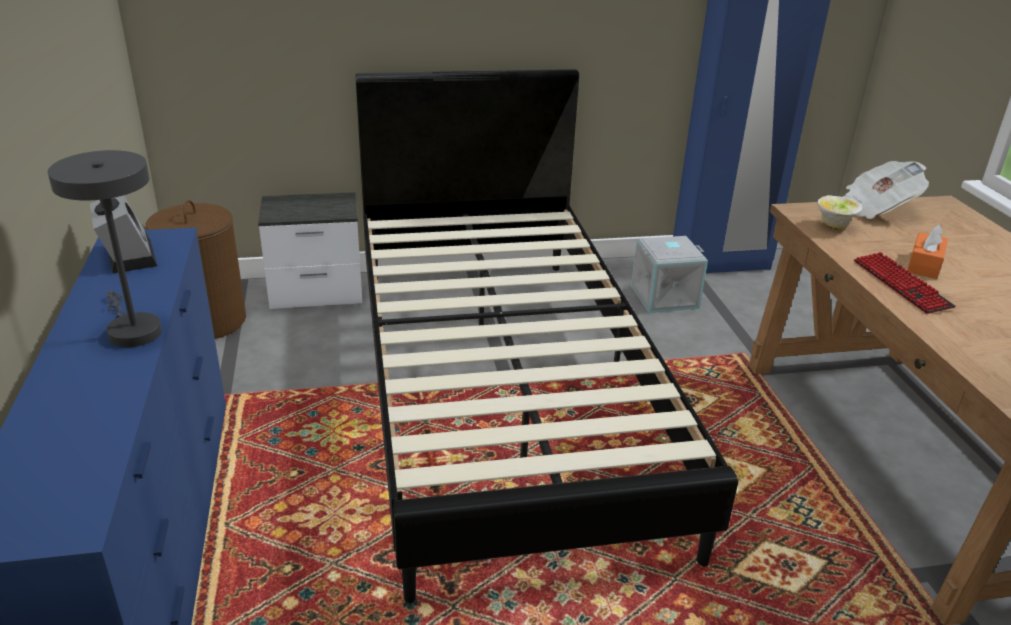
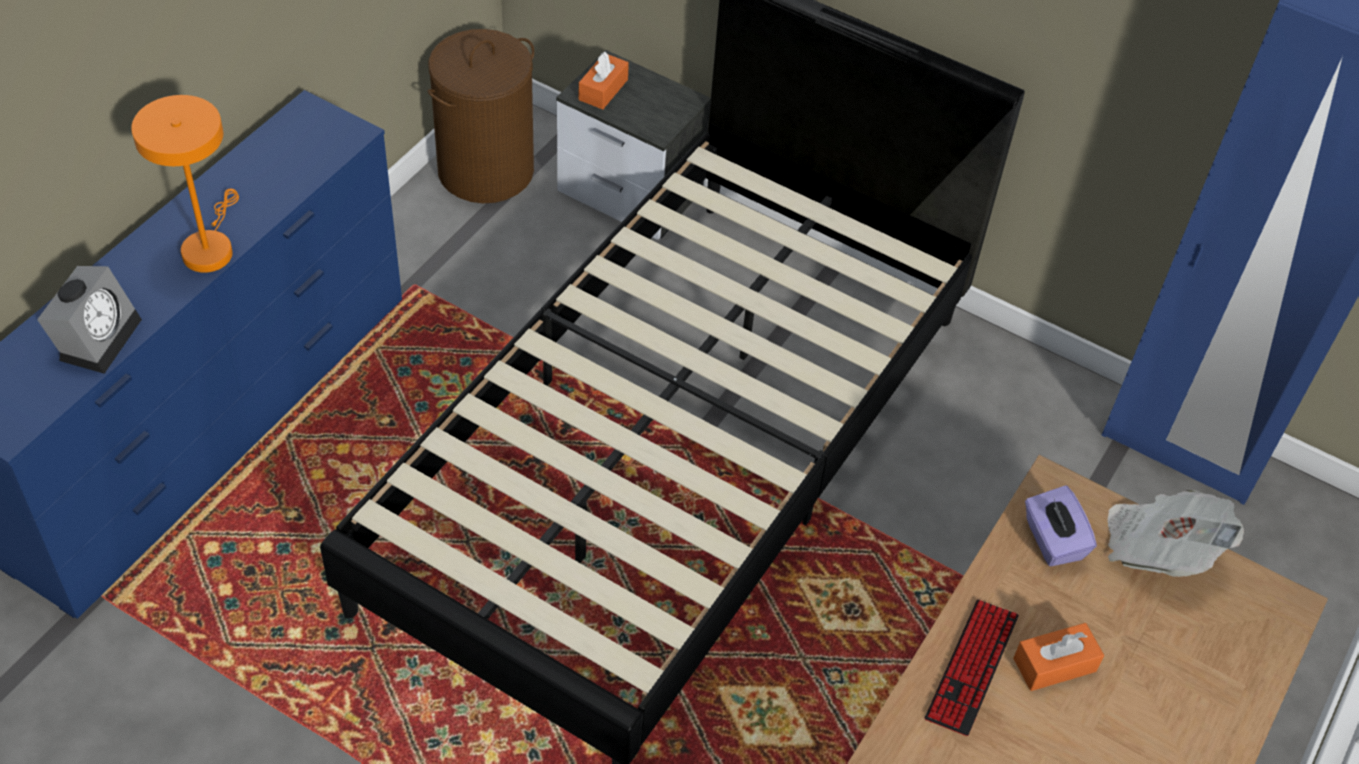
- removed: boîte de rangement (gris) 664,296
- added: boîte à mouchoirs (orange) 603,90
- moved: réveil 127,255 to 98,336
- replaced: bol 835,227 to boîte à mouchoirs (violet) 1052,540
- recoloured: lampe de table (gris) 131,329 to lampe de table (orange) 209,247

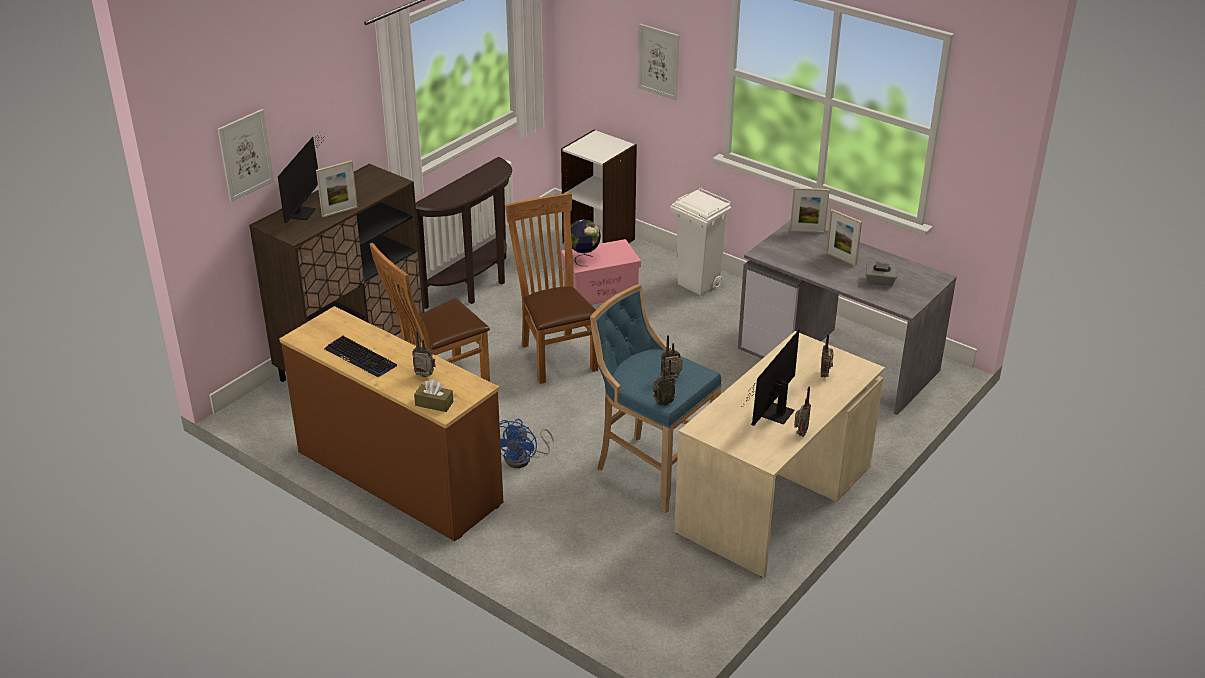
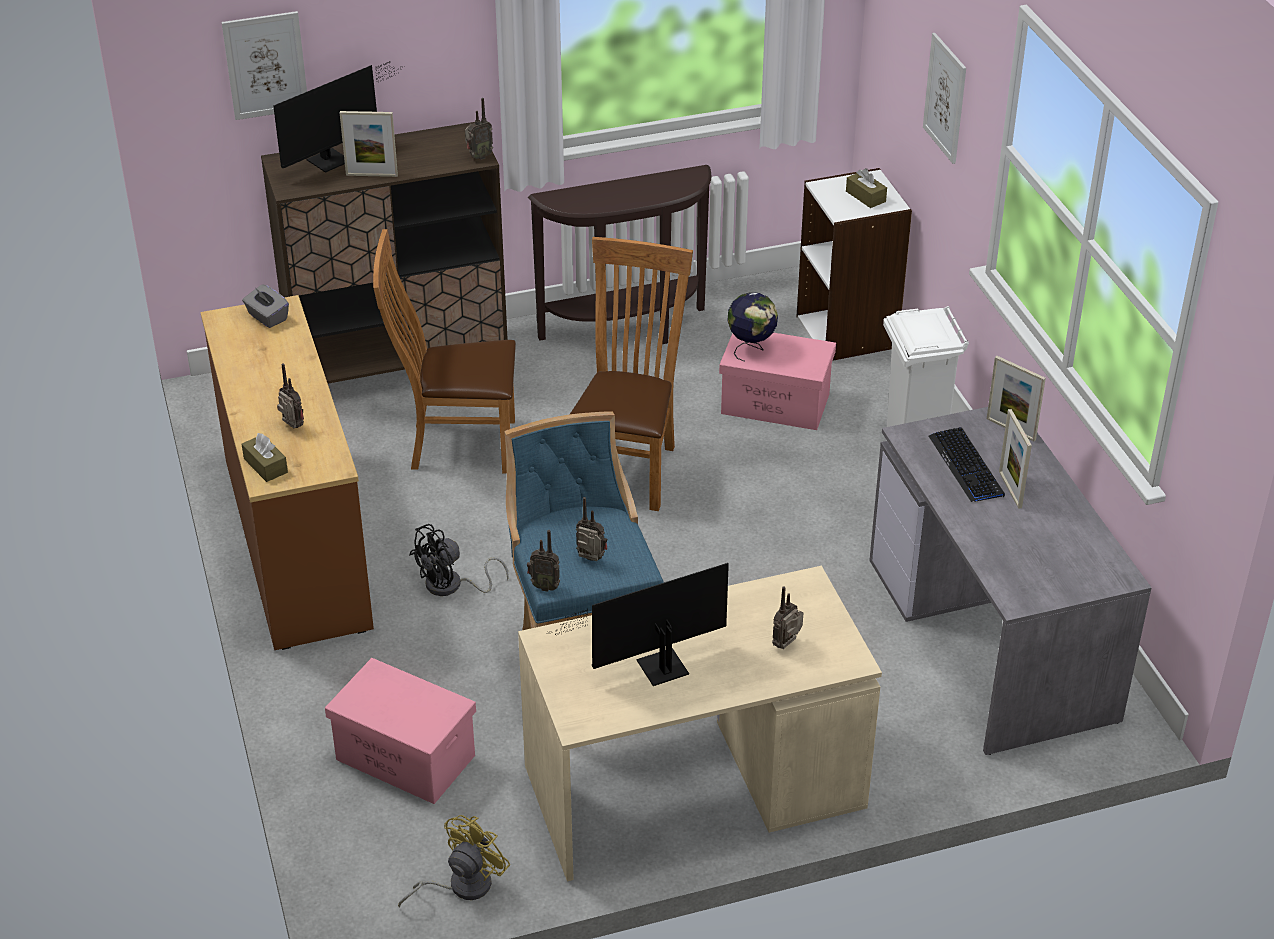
- added: boîte de rangement (rose) 404,757
- added: ventilateur (jaune) 461,886
- added: boîte à mouchoirs (marron) 865,196
- moved: clavier 360,358 to 966,466
- moved: radio 800,434 to 478,157
- moved: boîte à mouchoirs (gris) 880,281 to 267,317
- recoloured: ventilateur (bleu) 523,459 to ventilateur (noir) 451,586

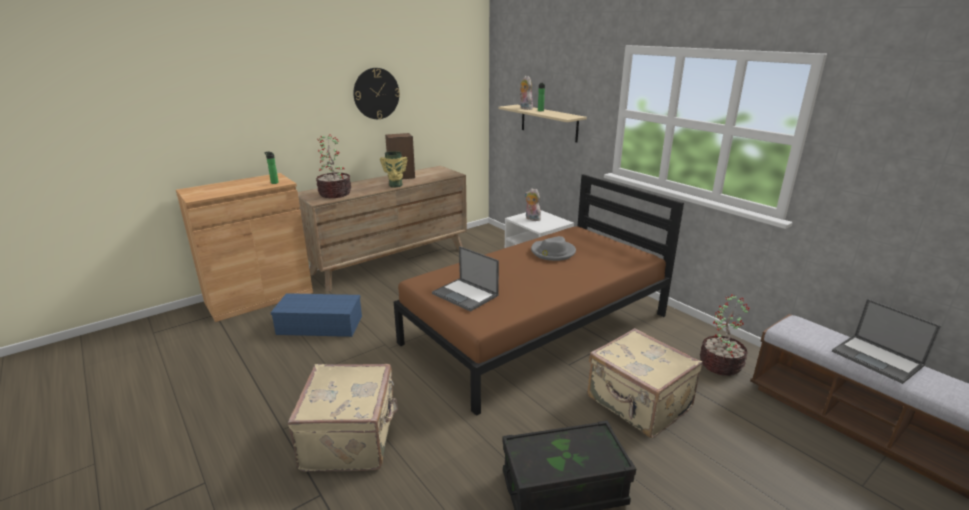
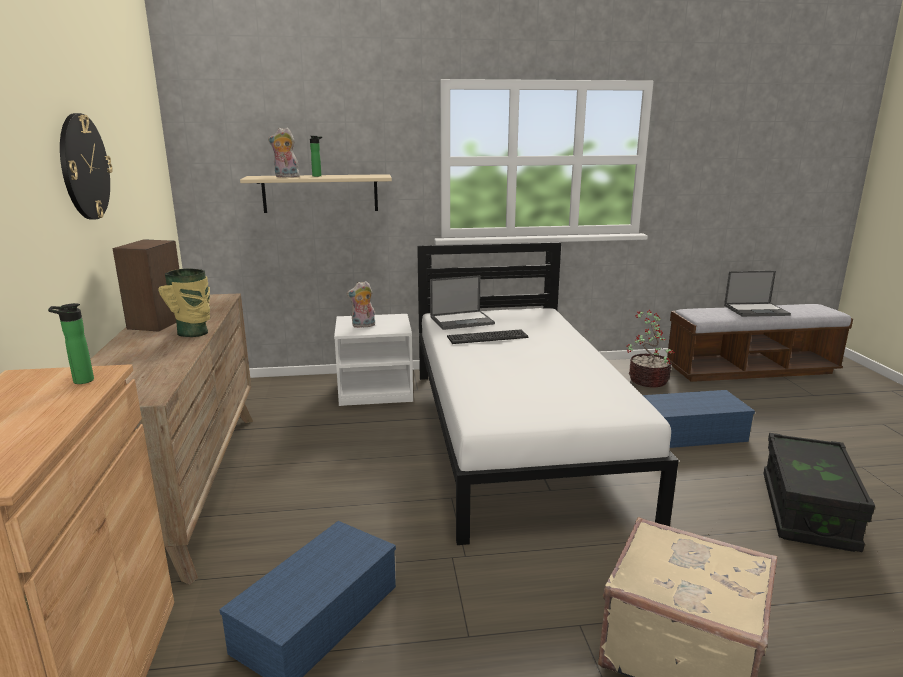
- removed: plante en pot 334,193
- moved: ordinateur portable 466,295 to 462,320
- replaced: chapeau (gris) 552,252 to clavier 488,337
- replaced: valise (beige) 638,404 to boîte de rangement (bleu) 689,432
- recoloured: lit (marron) 537,329 to lit (blanc) 517,436

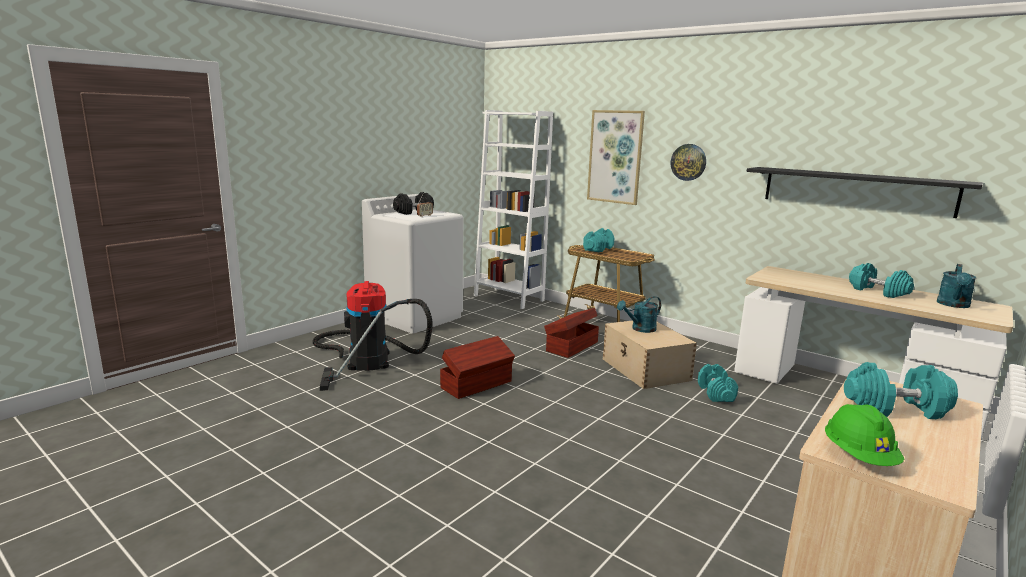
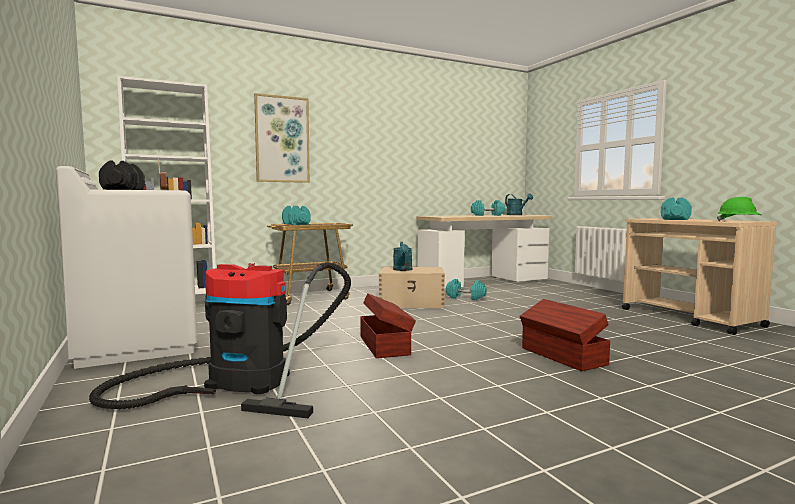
- removed: horloge murale 688,162
- removed: étagère (noir) 856,190
- moved: boîte de rangement (marron) 571,346 to 562,356

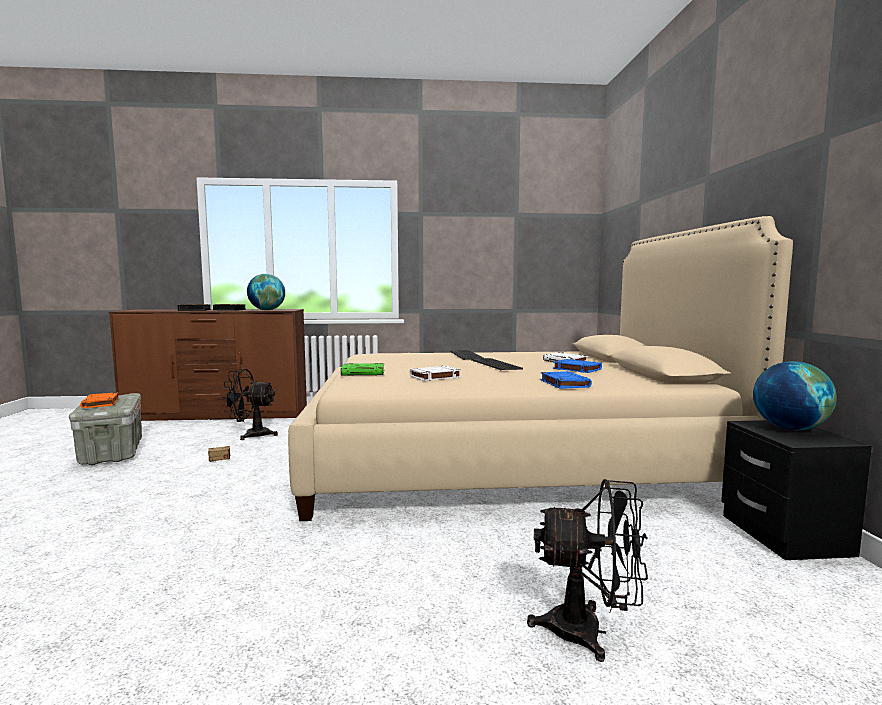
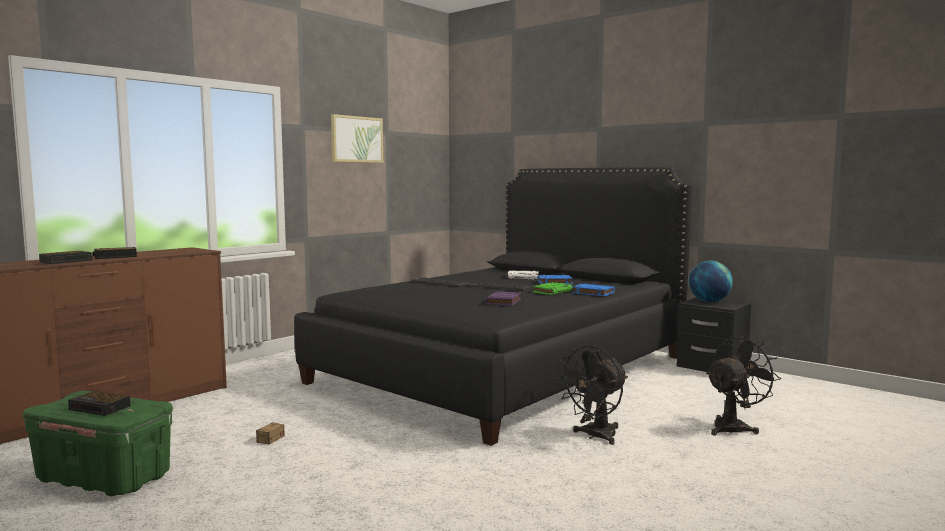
- removed: globe 267,310
- added: tableau 356,139
- moved: ventilateur (noir) 251,435 to 595,436
- moved: livre (vert) 363,373 to 552,291
- replaced: livre (orange) 100,403 to réveil 100,408
- recoloured: boîte de rangement (gris) 112,453 to boîte de rangement (vert) 105,478
- recoloured: lit (beige) 506,457 to lit (noir) 504,369
- recoloured: livre (blanc) 434,377 to livre (violet) 503,302

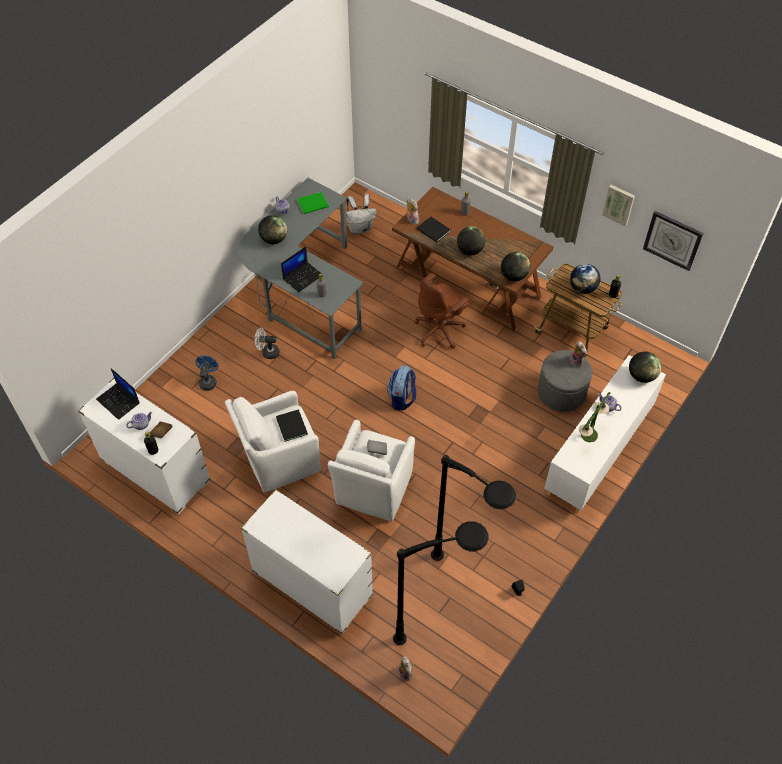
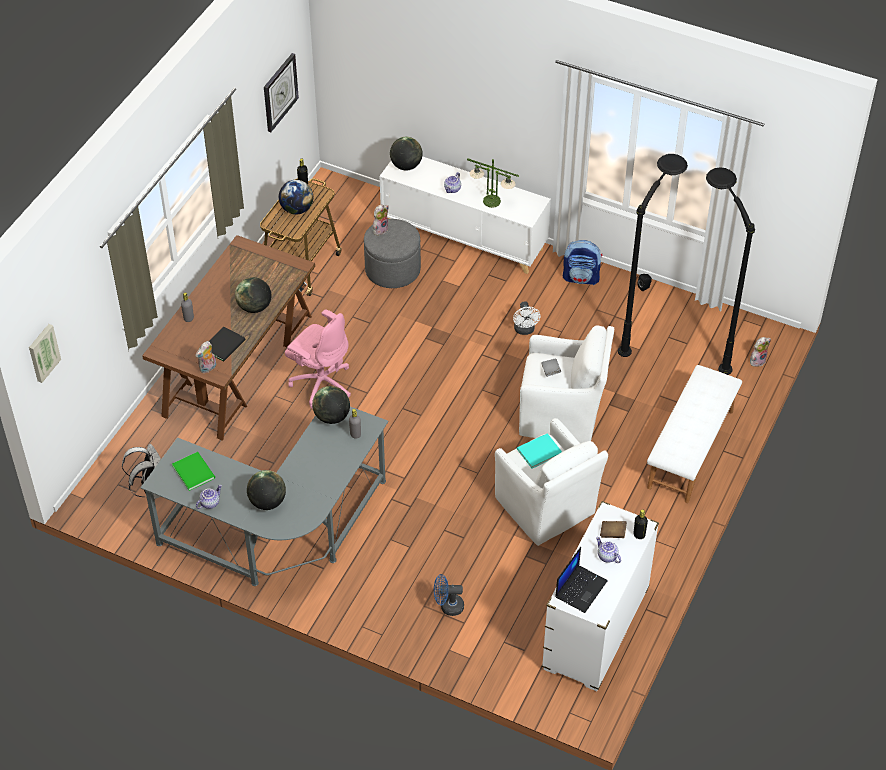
- removed: ordinateur portable 302,277
- moved: ventilateur (blanc) 267,352 to 525,330
- moved: sac à dos 402,399 to 581,278
- moved: globe 513,276 to 332,417
- moved: tableau 619,204 to 43,352
- replaced: commode (blanc) 312,584 to banc (blanc) 691,449
- recoloured: livre (noir) 292,425 to livre (turquoise) 537,451
- recoloured: chaise de bureau (marron) 440,330 to chaise de bureau (rose) 321,383

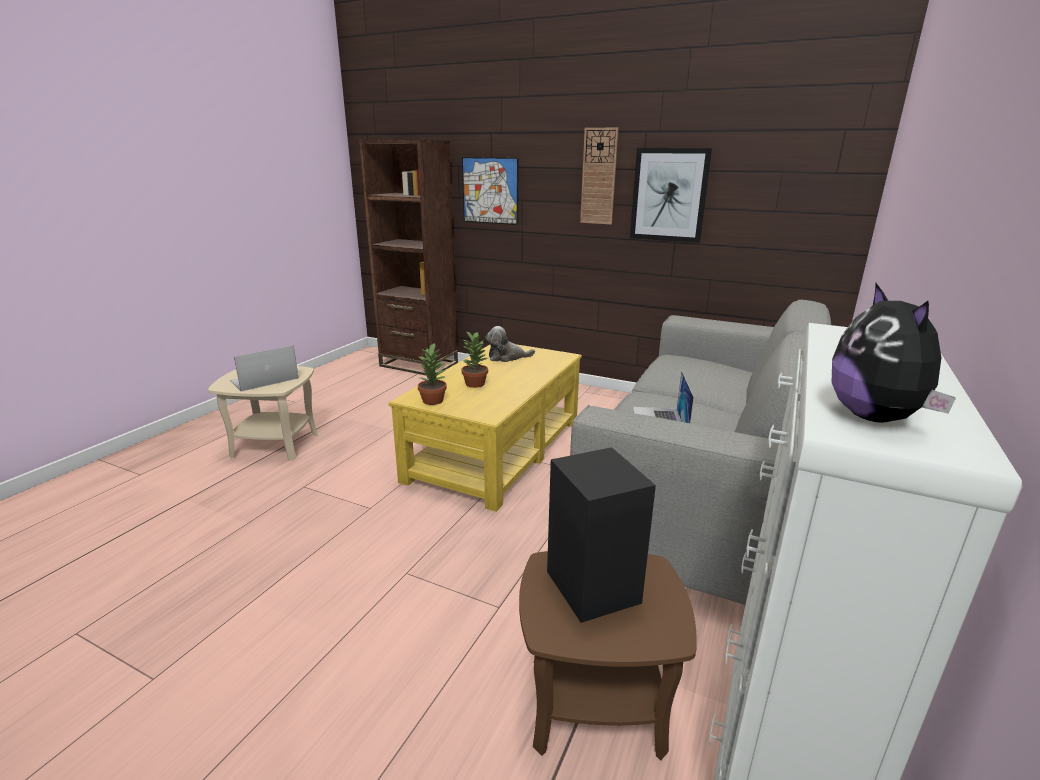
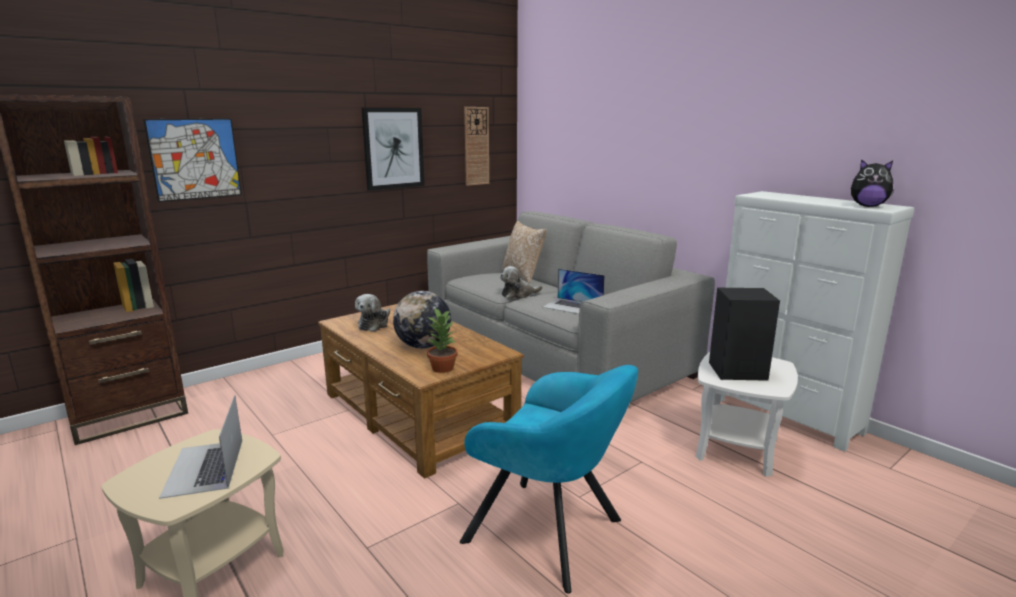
- added: fauteuil (turquoise) 550,534
- added: peluche 518,294
- added: coussin 523,276
- moved: horloge murale 599,177 to 476,146
- replaced: plante en pot 475,383 to globe 423,346
- recoloured: table basse (jaune) 495,450 to table basse (marron) 417,414
- recoloured: table d'appoint (marron) 595,704 to table d'appoint (blanc) 737,448

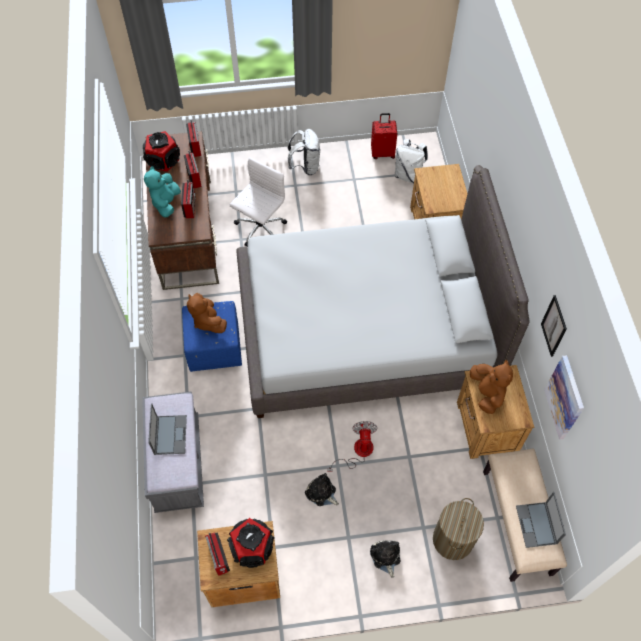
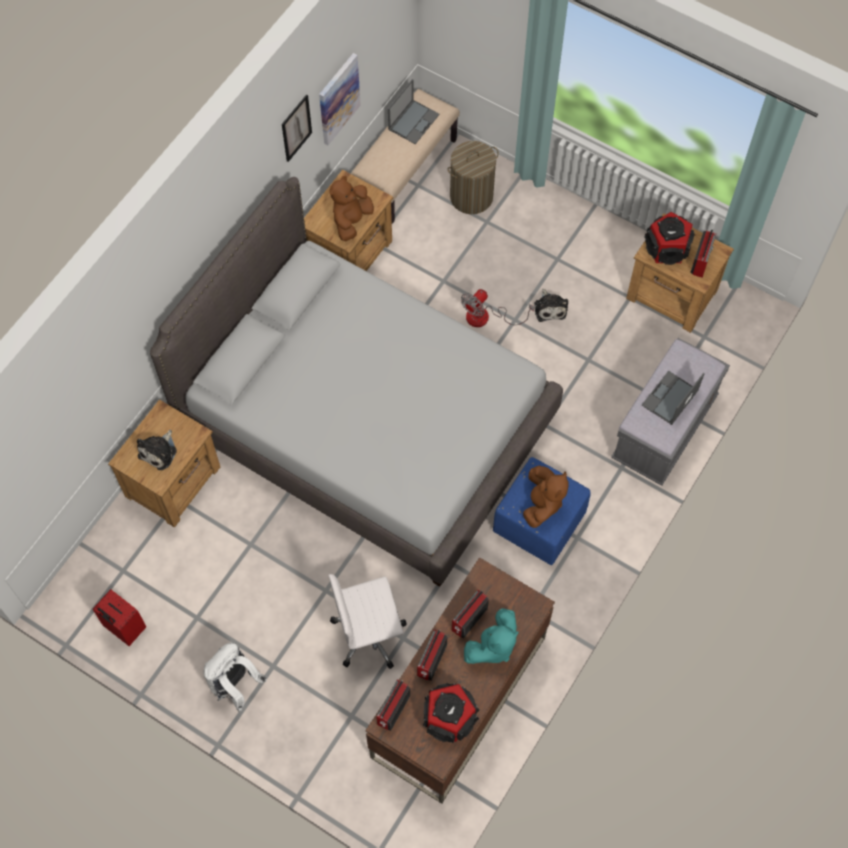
- removed: sac à dos (blanc) 408,175
- moved: peluche 385,557 to 159,452

